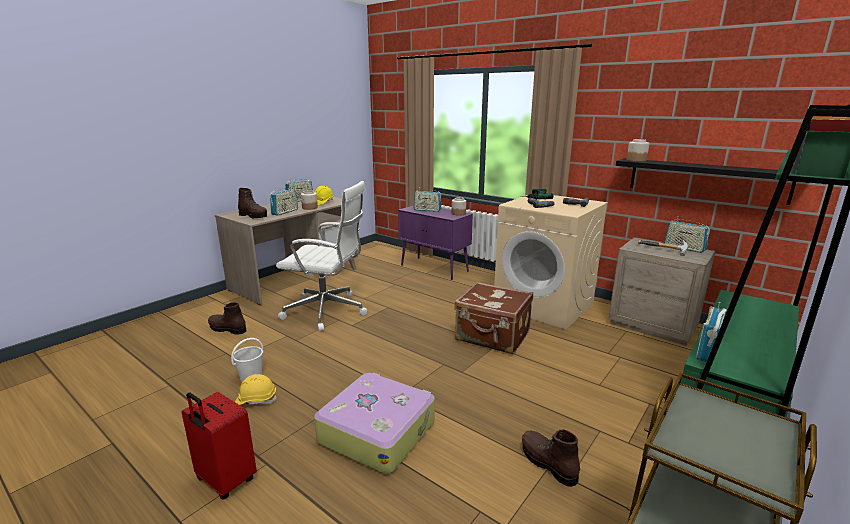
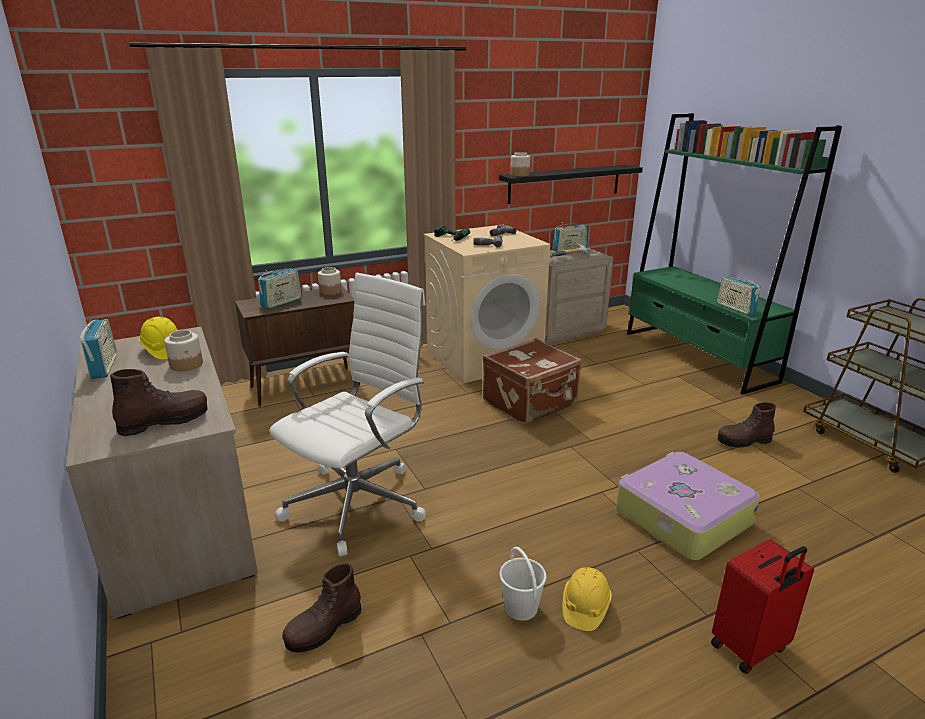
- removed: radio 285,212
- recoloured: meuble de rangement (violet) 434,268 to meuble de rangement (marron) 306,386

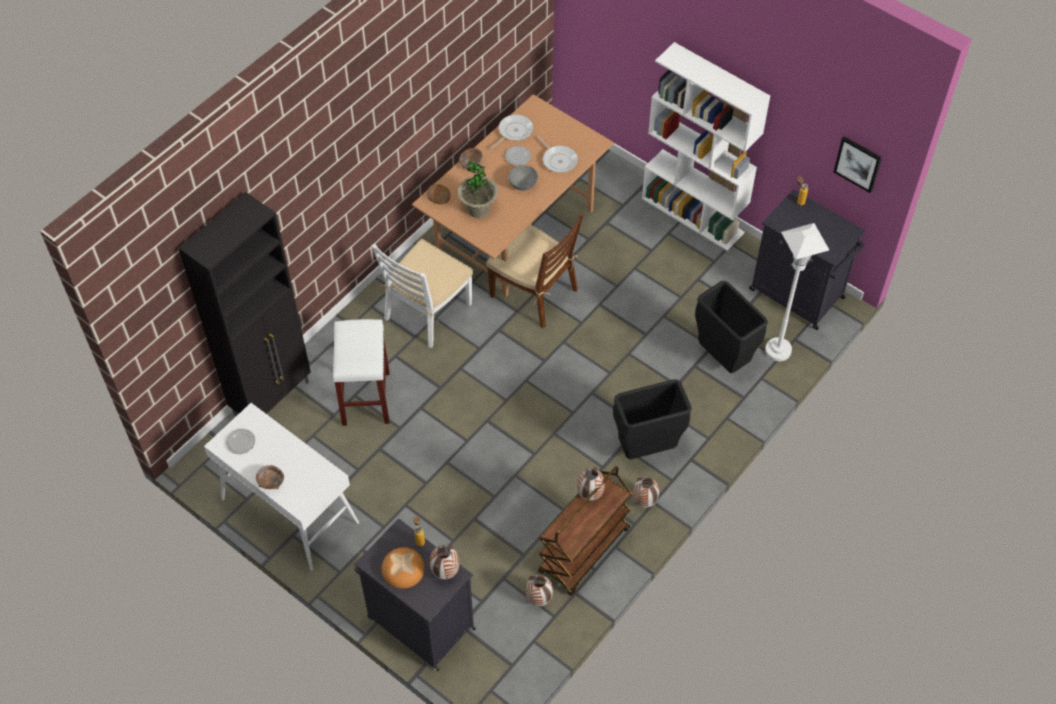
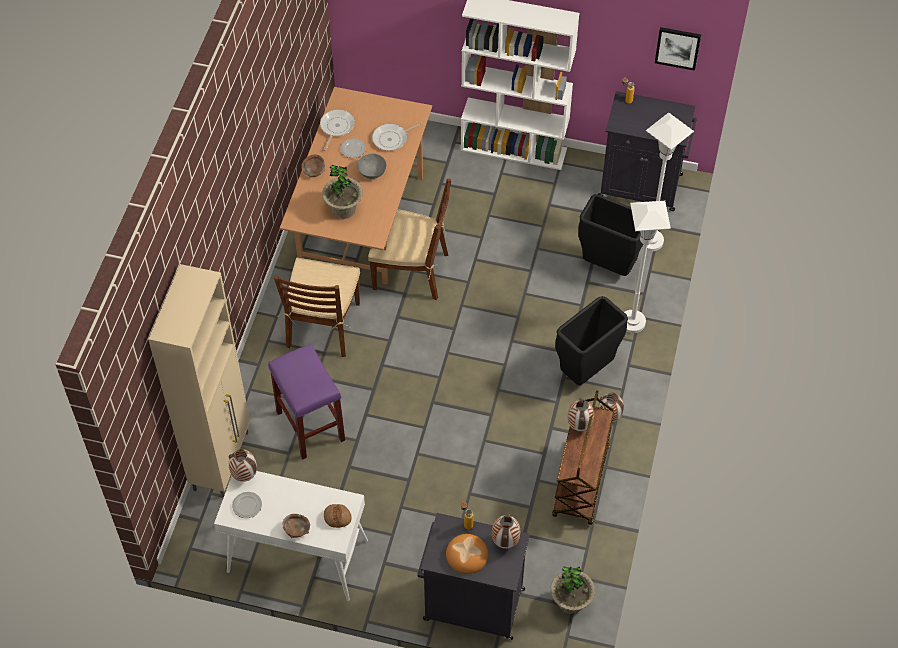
- added: plante en pot 571,602
- added: lampadaire (blanc) 632,322
- moved: pain 438,196 to 337,517
- moved: vase 539,599 to 245,475
- recoloured: meuble de rangement (noir) 273,398 to meuble de rangement (beige) 222,460
- recoloured: tabouret (blanc) 365,397 to tabouret (violet) 309,425
- recoloured: chaise (blanc) 427,312 to chaise (marron) 323,325
- turned: poêle 558,160 = 392,139 120 degrees clockwise

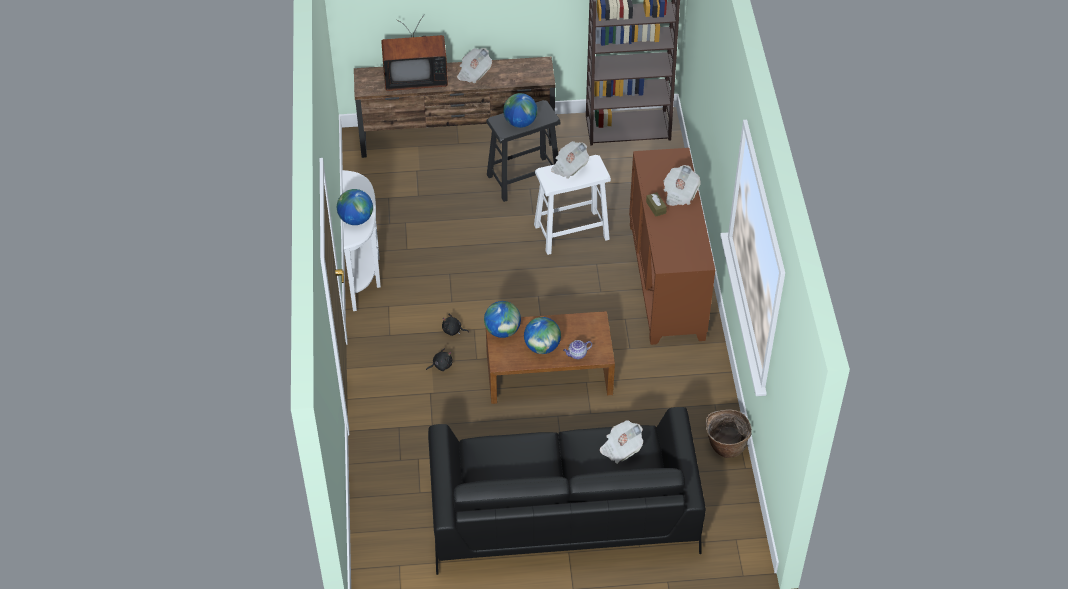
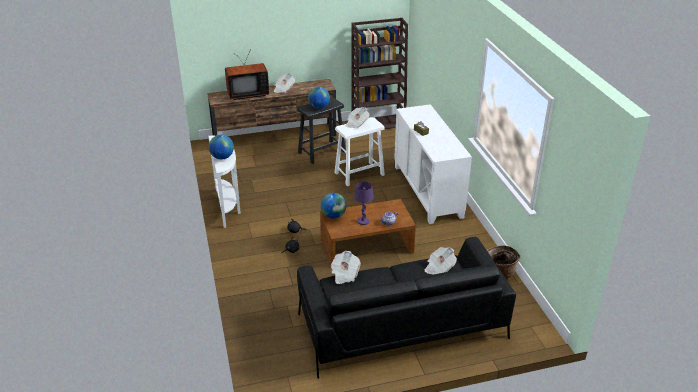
- moved: journal 679,194 to 344,274
- replaced: globe 542,347 to lampe de table (violet) 363,221
- recoloured: meuble de rangement (marron) 667,281 to meuble de rangement (blanc) 428,191

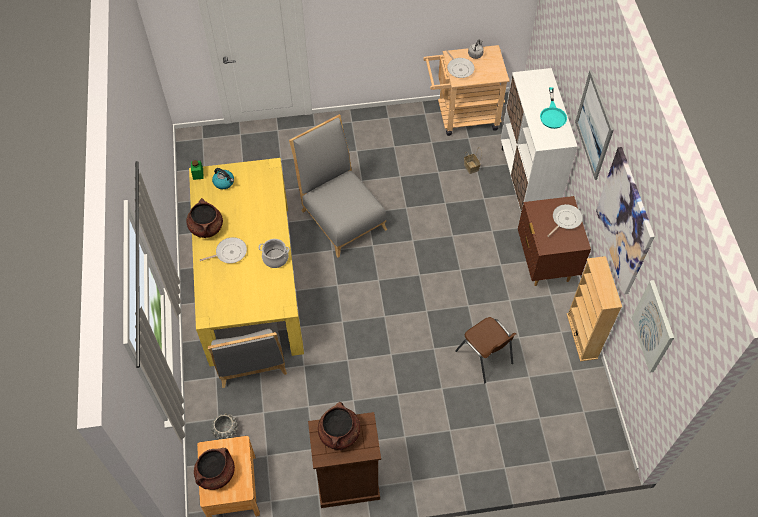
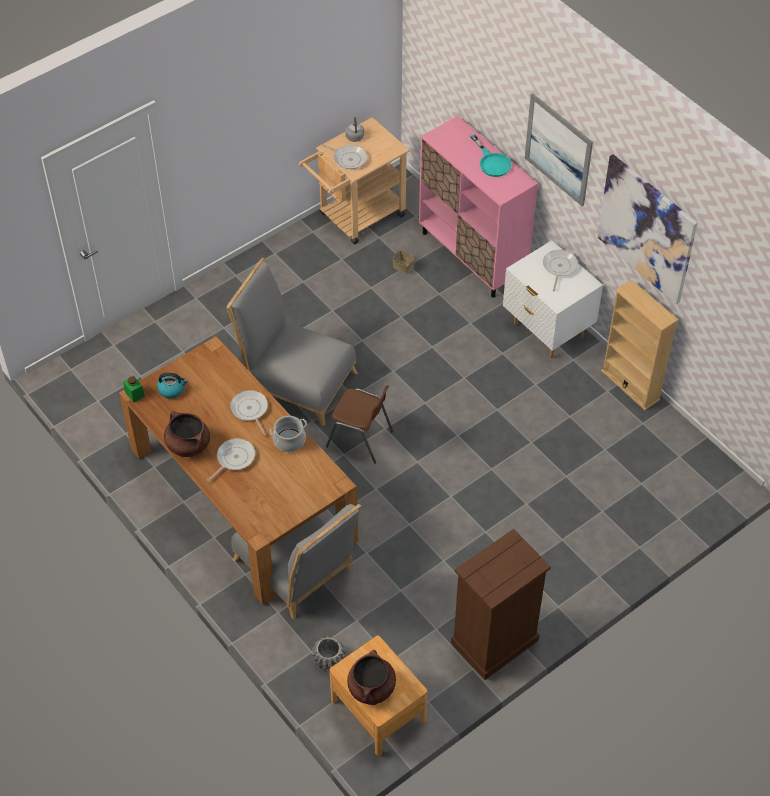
- removed: marmite (marron) 339,433
- removed: tableau 653,326
- added: poêle 250,410
- moved: chaise (marron) 484,357 to 360,439
- recoloured: table à manger (jaune) 250,279 to table à manger (marron) 242,494
- recoloured: meuble de rangement (blanc) 527,181 to meuble de rangement (rose) 472,256
- recoloured: table de chevet (marron) 545,264 to table de chevet (blanc) 547,331

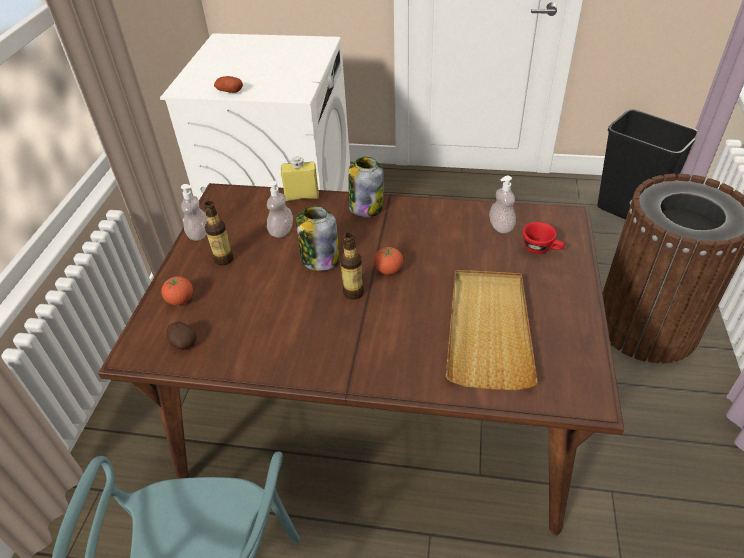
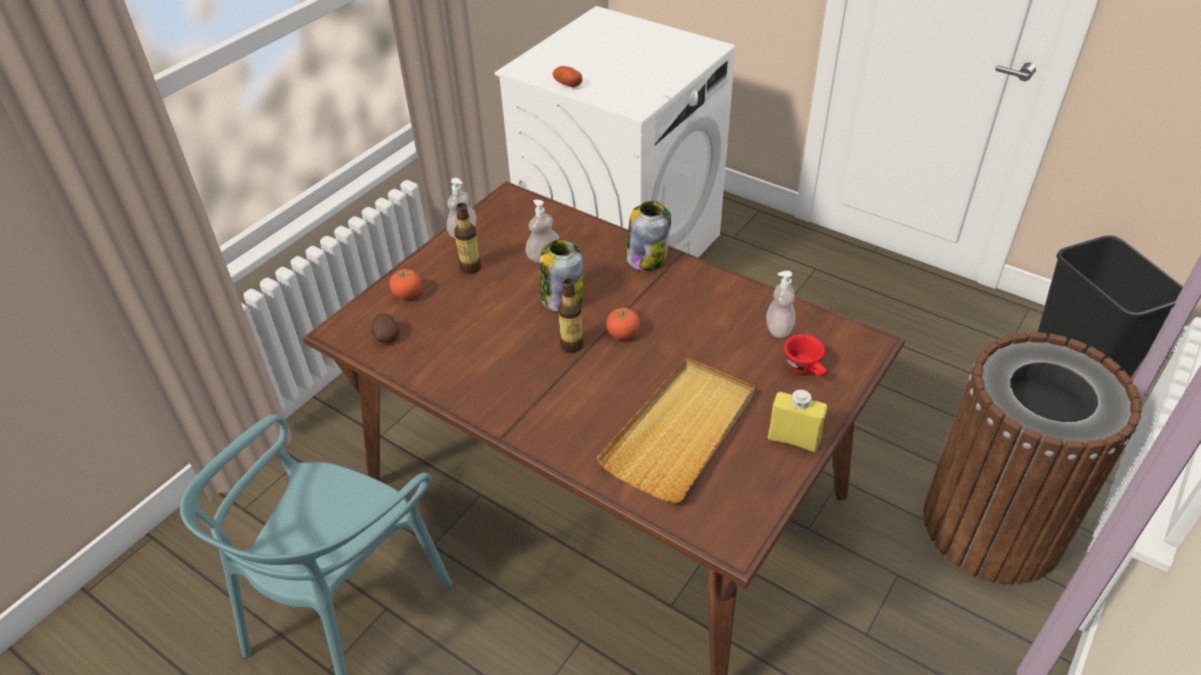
- moved: bouteille (jaune) 302,196 to 793,439

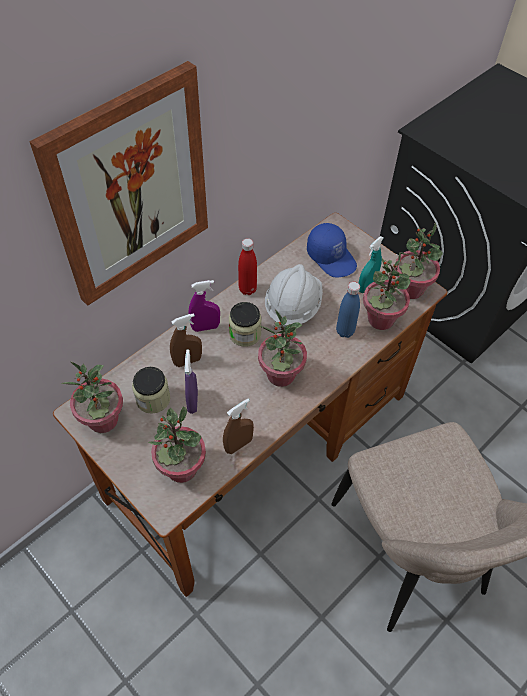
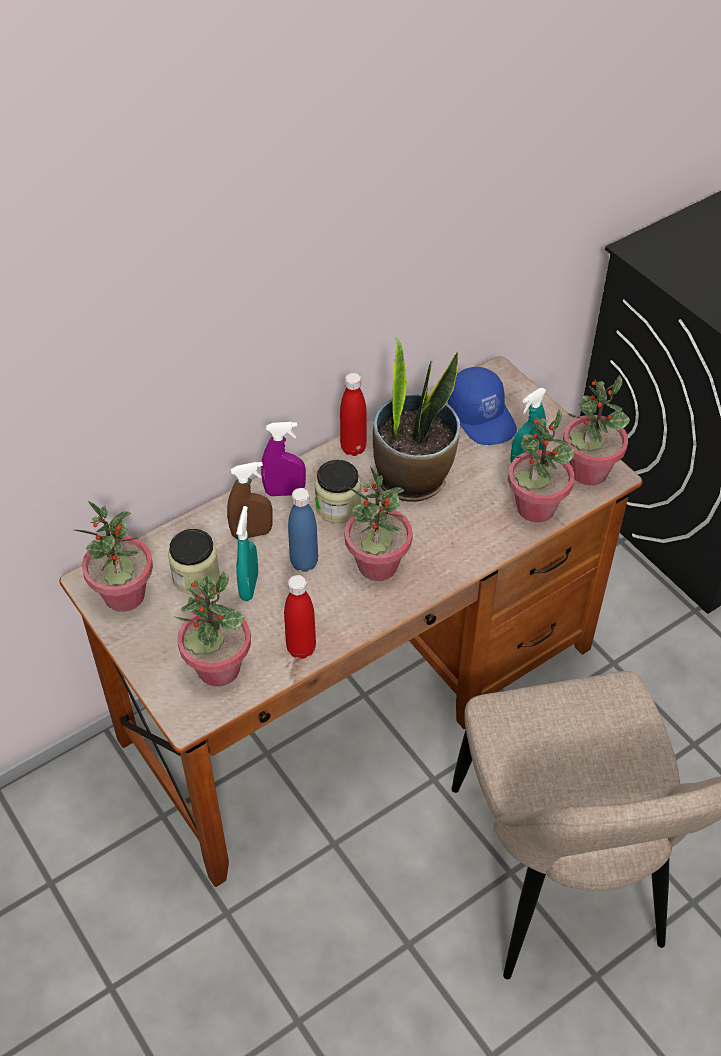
- removed: tableau 130,189
- moved: bouteille (bleu) 345,331 to 304,562
- replaced: vaporisateur (marron) 238,445 to bouteille (rouge) 301,648
- replaced: casque de chantier (blanc) 293,306 to plante en pot 412,477
- recoloured: vaporisateur (violet) 192,402 to vaporisateur (turquoise) 249,586

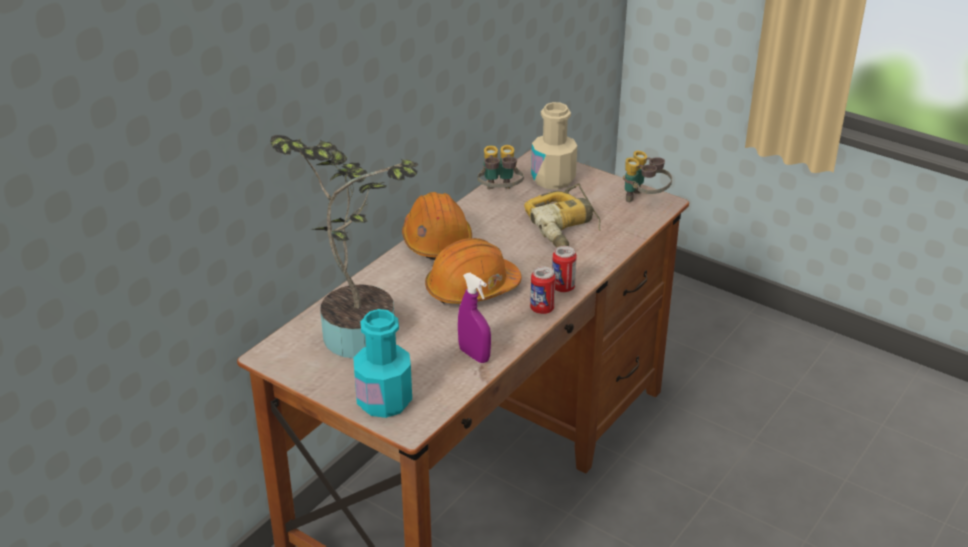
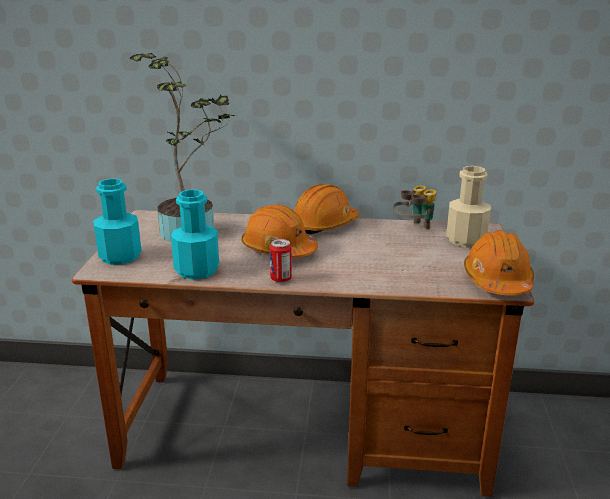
- removed: perceuse 566,227
- removed: boîte métallique 563,287
- replaced: vaporisateur (violet) 474,355 to bouteille (turquoise) 197,270
- replaced: jumelles 644,200 to casque de chantier (orange) 497,281

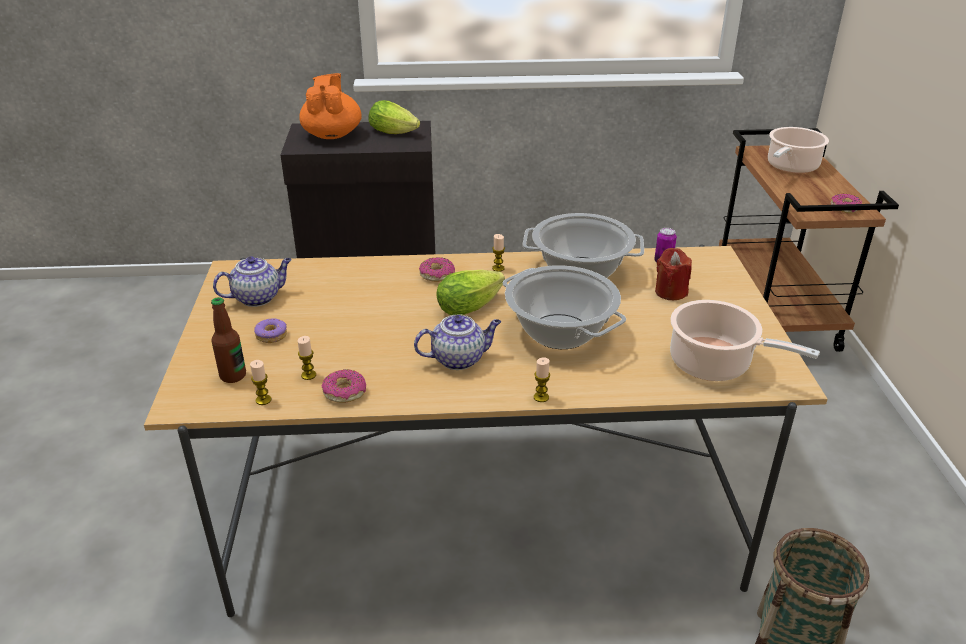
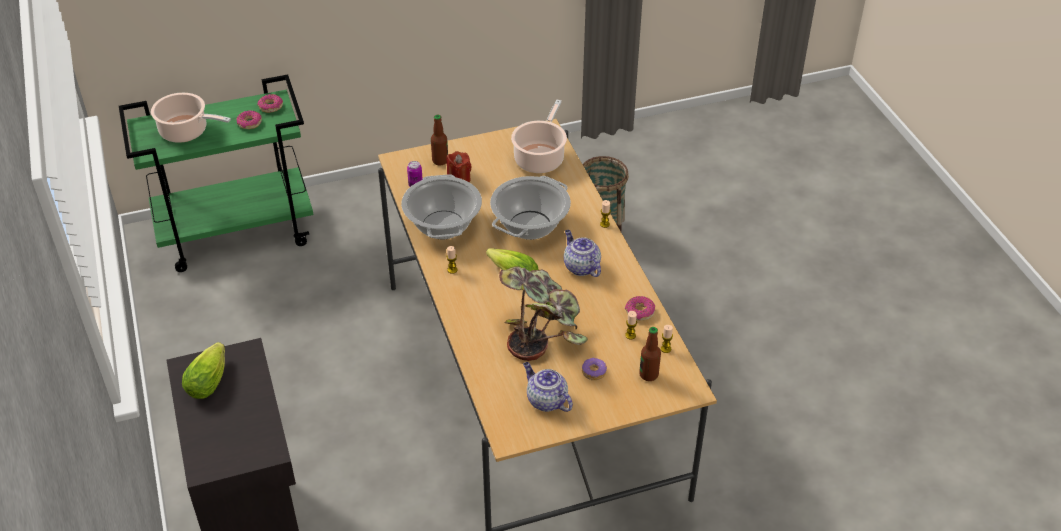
- removed: théière (orange) 332,135
- added: bouteille 440,161
- added: plante en pot 541,329
- moved: beignet 437,275 to 249,123
- recoloured: chariot (marron) 775,315 to chariot (vert) 238,232

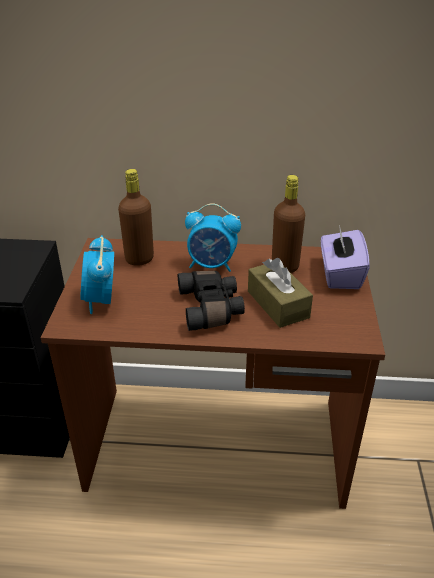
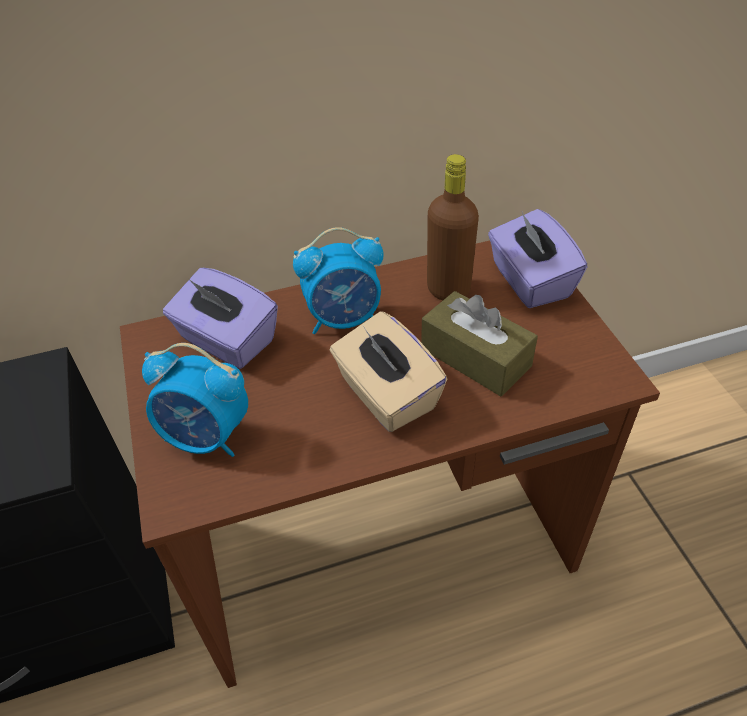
- replaced: bouteille (marron) 139,259 to boîte à mouchoirs (violet) 227,341
- replaced: jumelles (noir) 211,308 to boîte à mouchoirs (beige) 386,395
- turned: réveil 101,300 = 207,437 45 degrees counterclockwise

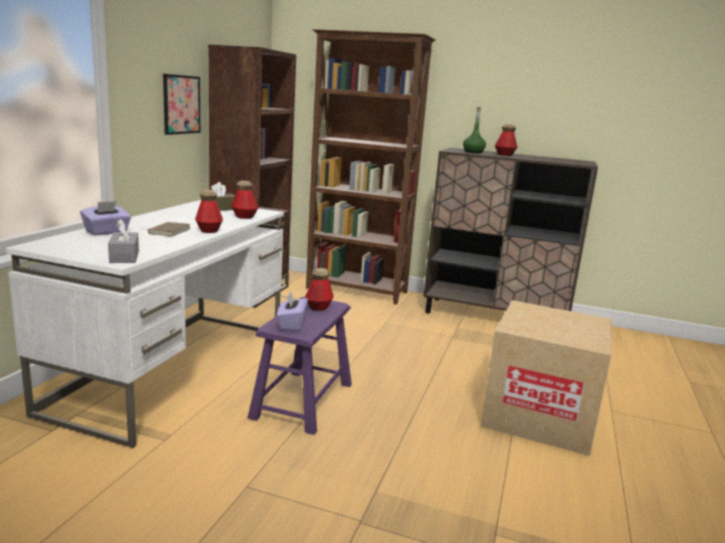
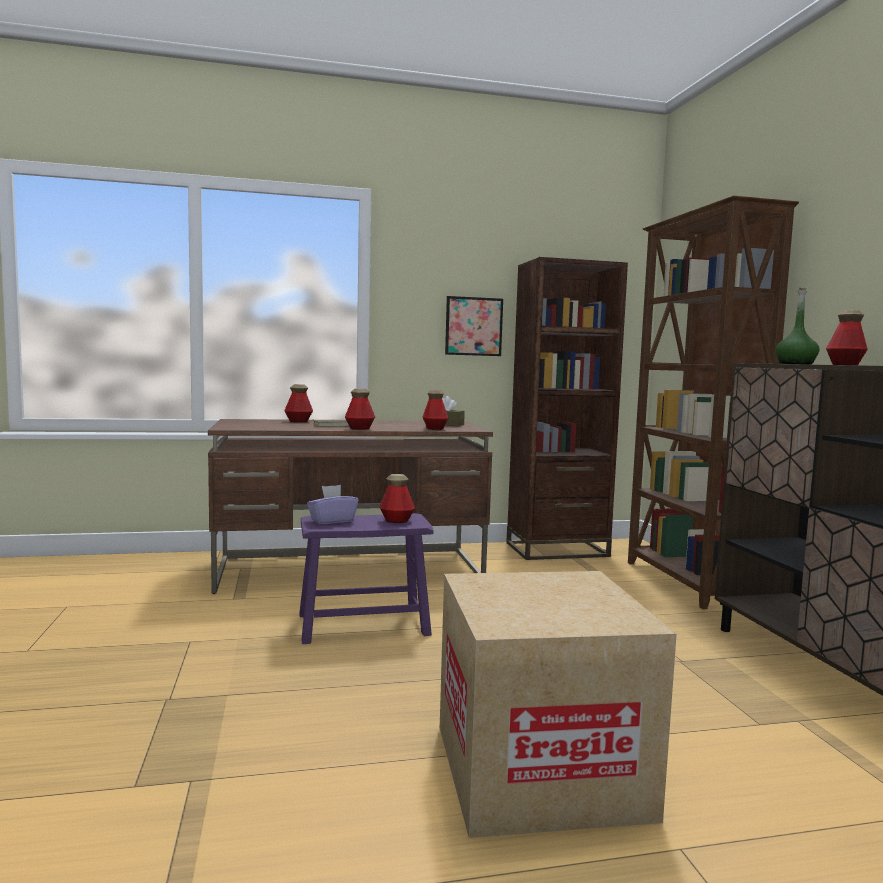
- removed: boîte à mouchoirs (gris) 124,256
- replaced: boîte à mouchoirs (violet) 107,232 to bouteille 298,421
- recoloured: bureau (blanc) 175,368 to bureau (marron) 351,570

